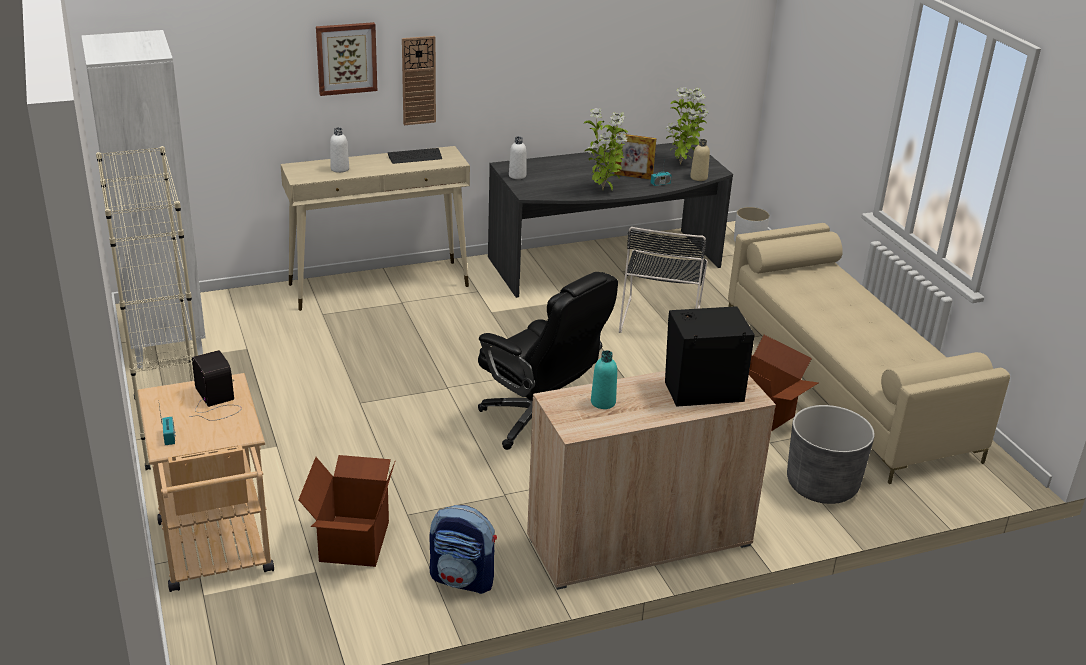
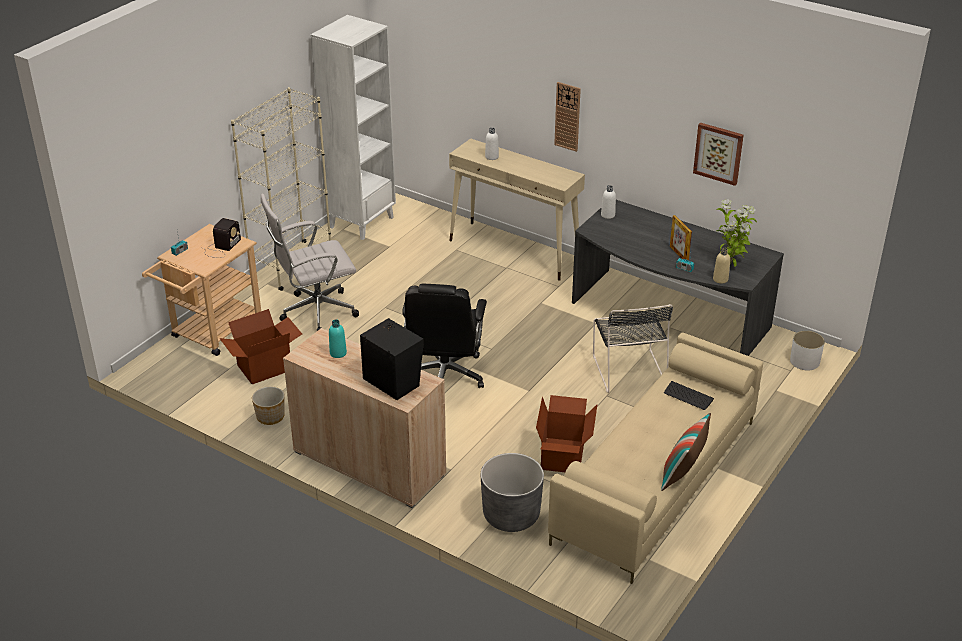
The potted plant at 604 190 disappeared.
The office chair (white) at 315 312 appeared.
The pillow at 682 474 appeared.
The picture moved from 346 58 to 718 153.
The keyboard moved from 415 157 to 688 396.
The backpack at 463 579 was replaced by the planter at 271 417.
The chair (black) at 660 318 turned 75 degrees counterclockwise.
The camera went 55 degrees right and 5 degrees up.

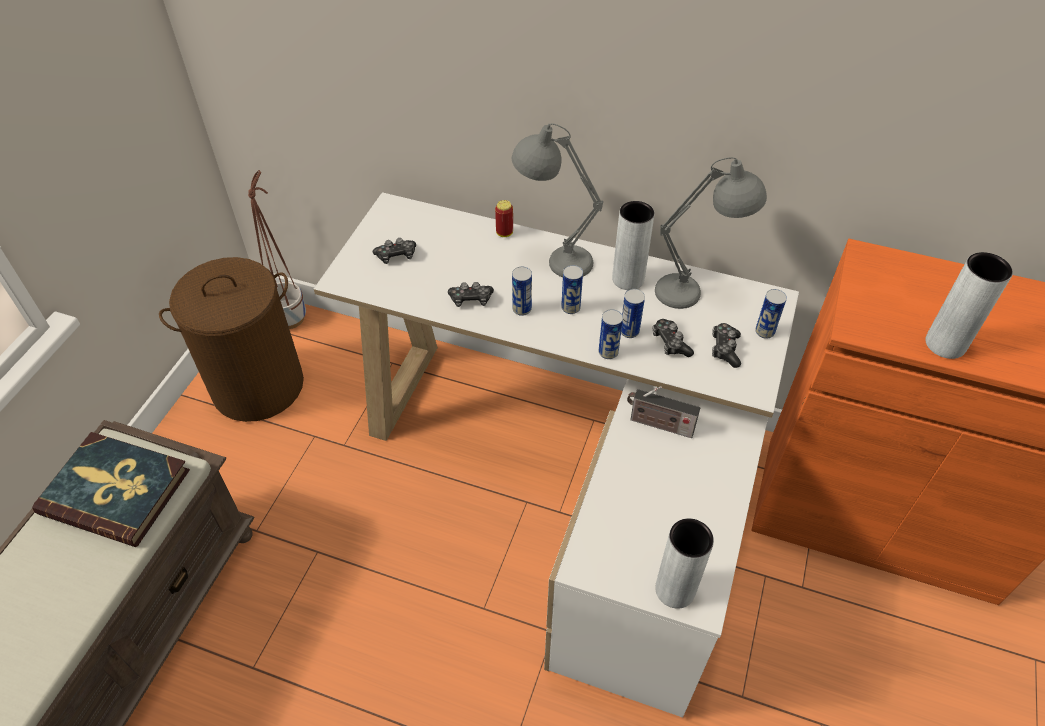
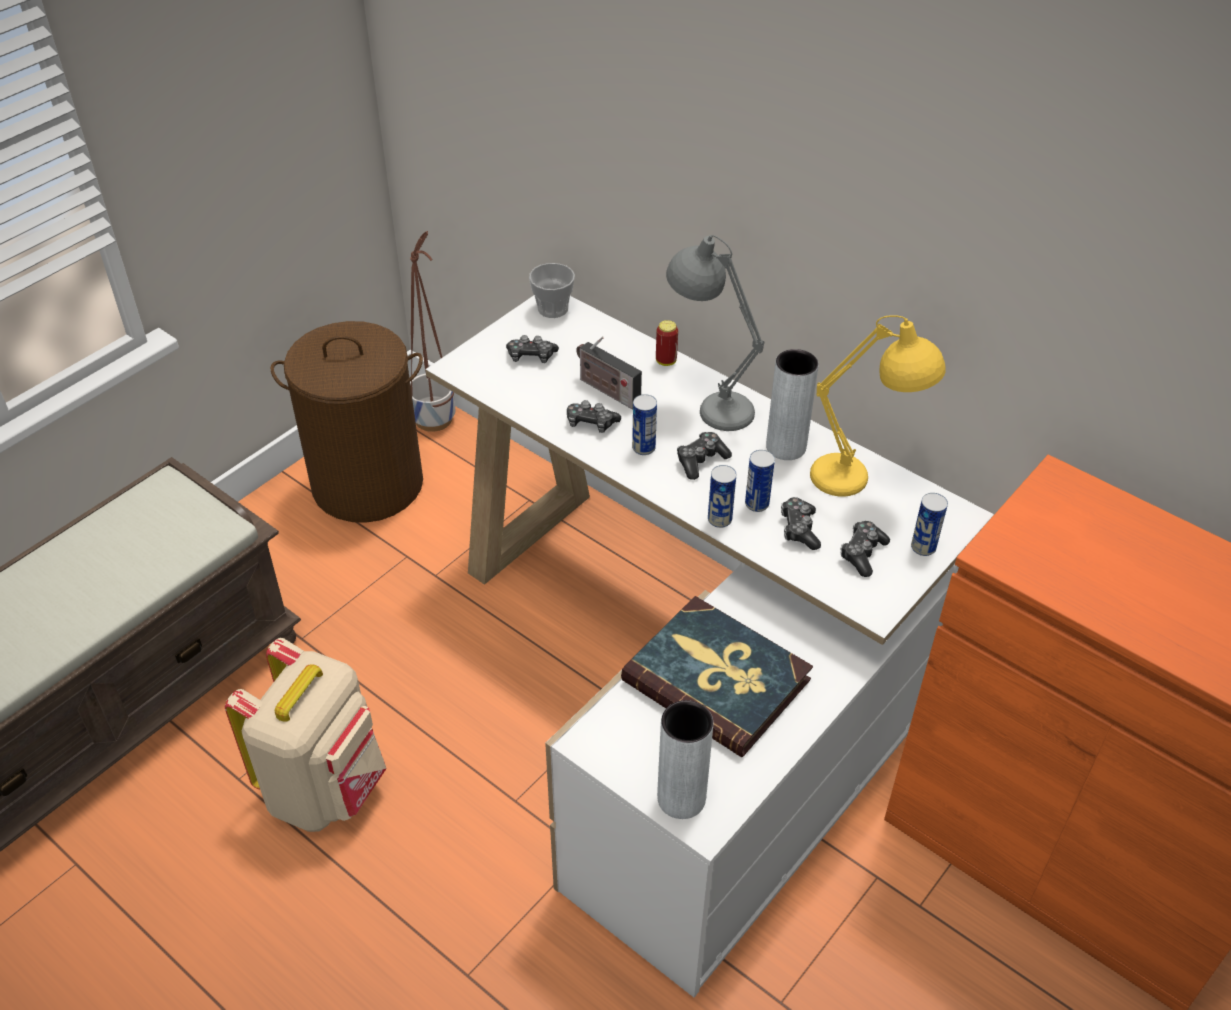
The vase (grey) at 945 344 disappeared.
The backpack (beige) at 326 788 appeared.
The cup at 553 309 appeared.
The book moved from 116 491 to 717 679.
The radio moved from 658 424 to 606 390.
The can at 570 307 was replaced by the game controller at 701 461.
The table lamp (grey) at 697 292 became the table lamp (yellow) at 863 483.
The camera went 20 degrees right and 5 degrees down.

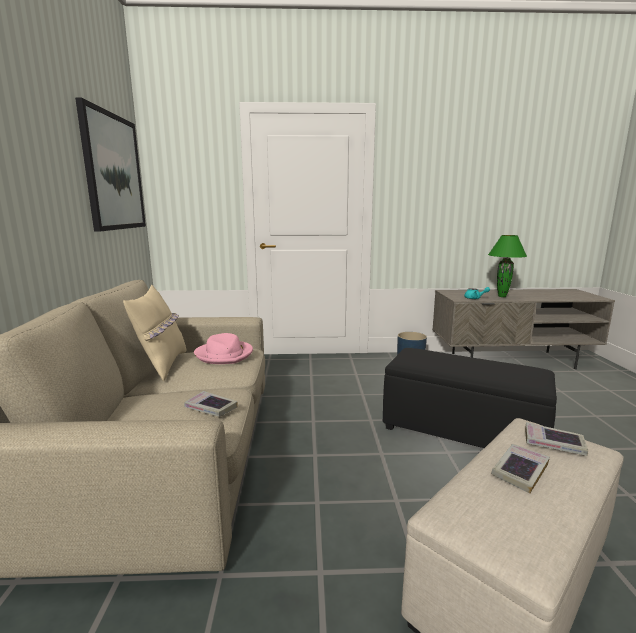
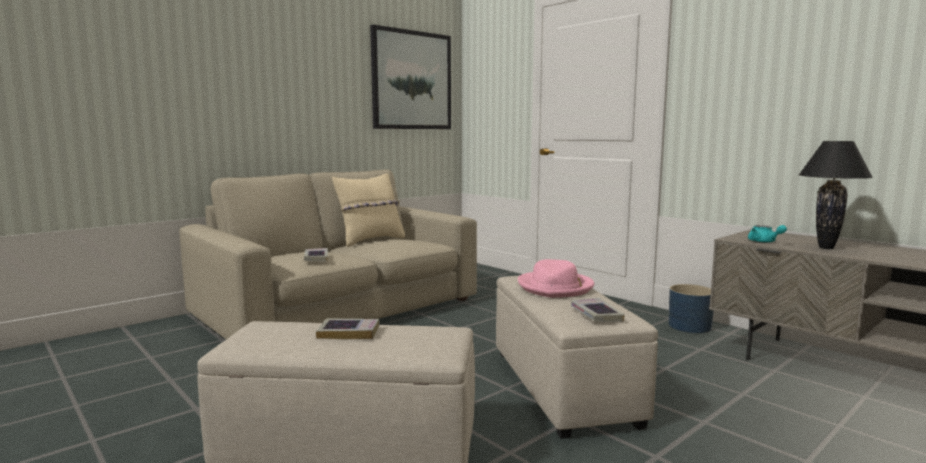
The hat (pink) moved from 224 355 to 555 287.
The book moved from 553 443 to 596 315.
The ottoman (black) at 463 432 became the ottoman (beige) at 563 387.
The table lamp (green) at 502 296 became the table lamp (black) at 826 248.
The camera went 50 degrees right and 5 degrees down.

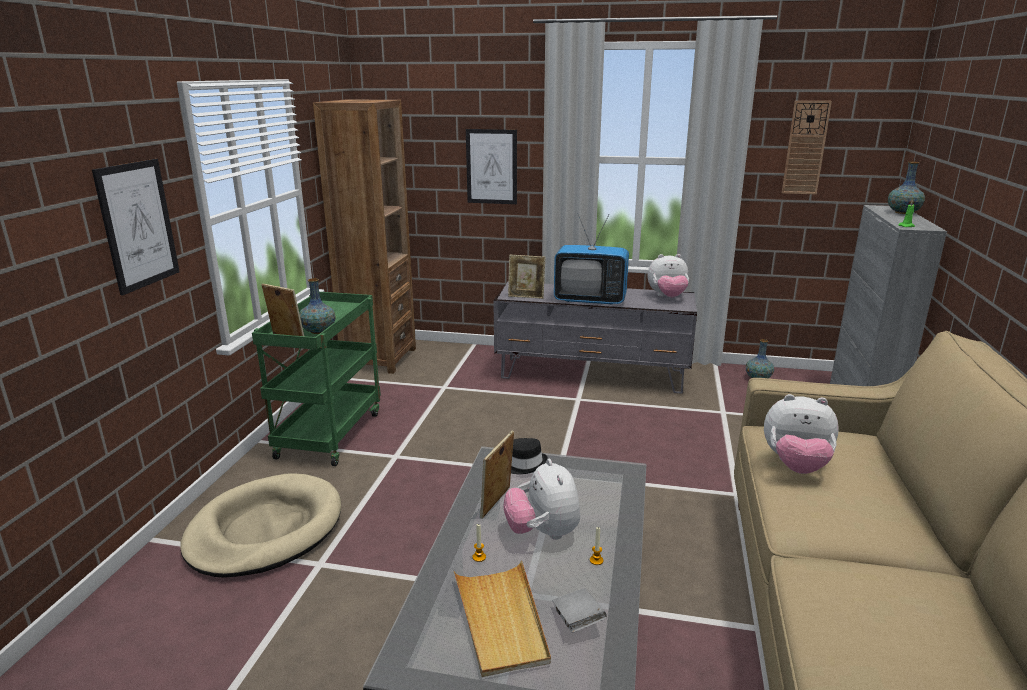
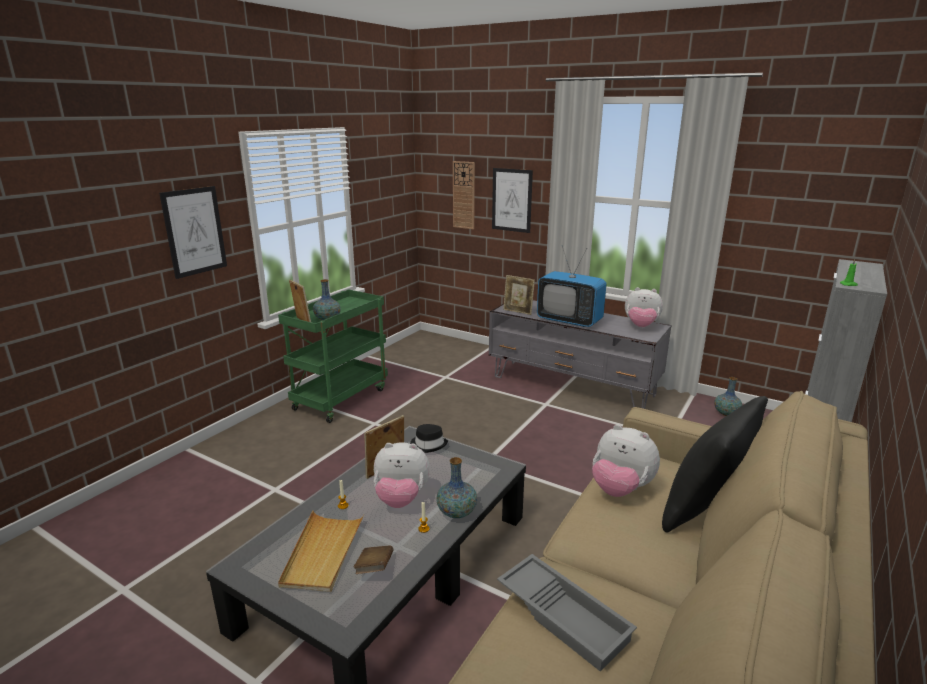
The dog bed (beige) at 265 530 disappeared.
The bookcase (brown) at 379 358 disappeared.
The tray (grey) at 565 615 appeared.
The pillow (black) at 705 510 appeared.
The wall clock moved from 805 148 to 464 195.
The vase moved from 903 212 to 456 512.
The book (grey) at 578 621 became the book (brown) at 374 568.
The plush toy at 542 533 turned 90 degrees counterclockwise.
The camera went 20 degrees right and 0 degrees up.

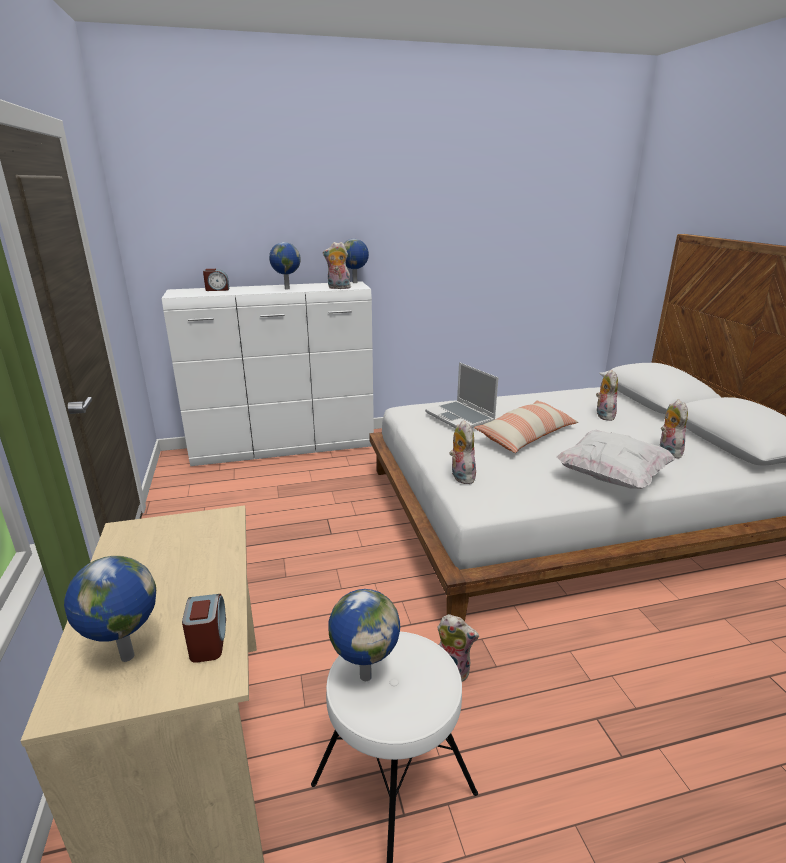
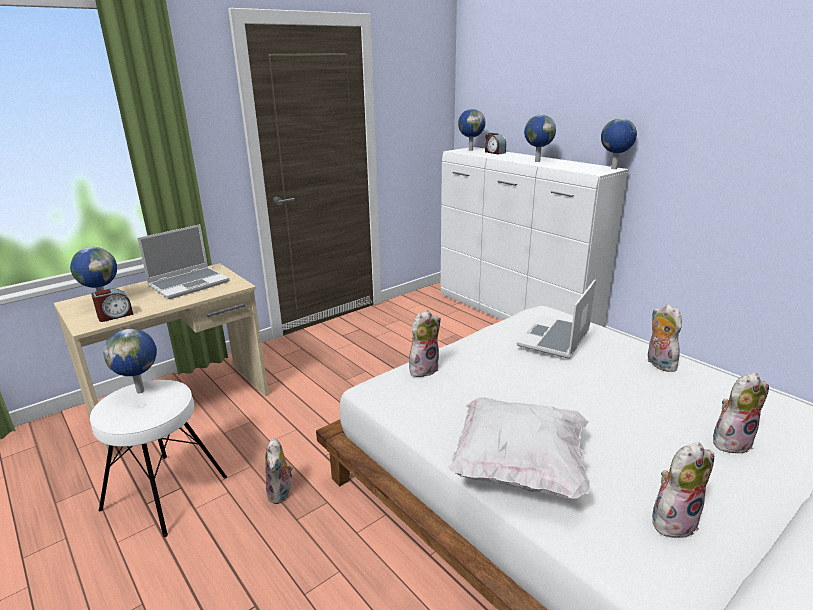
The pillow at 526 436 disappeared.
The laptop at 189 284 appeared.
The globe at 470 150 appeared.
The plush toy moved from 338 288 to 658 364.
The camera went 65 degrees right and 0 degrees up.

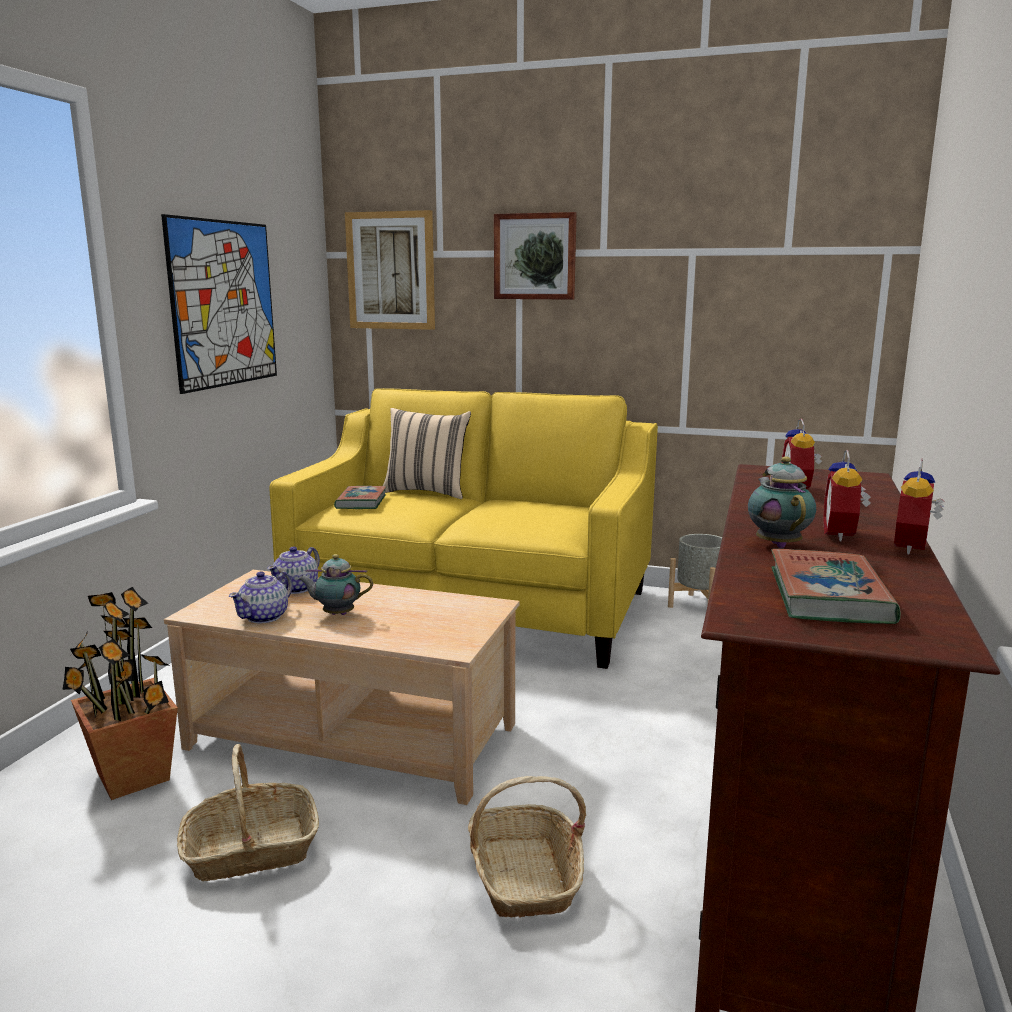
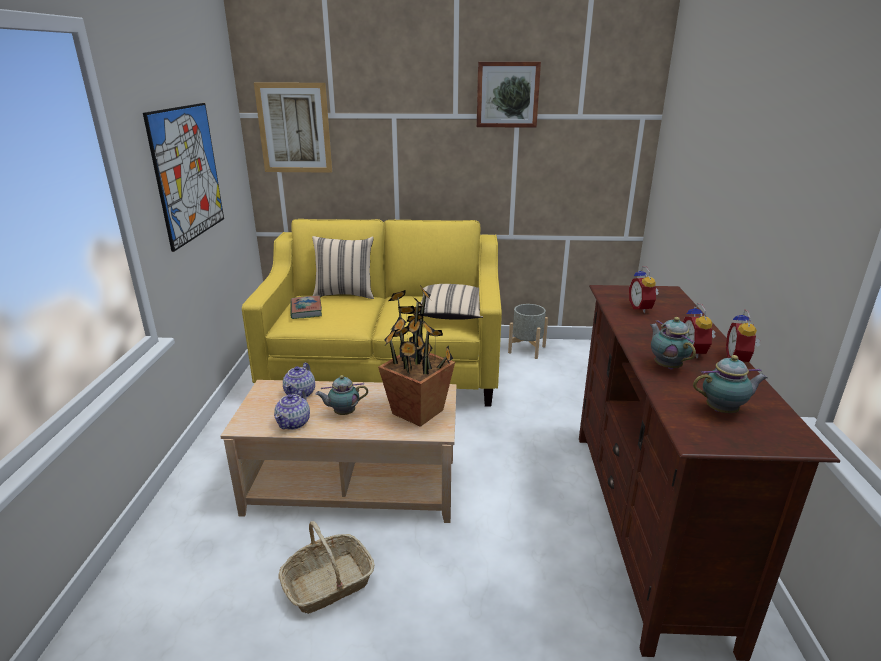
The basket at 524 876 disappeared.
The pillow (beige) at 450 315 appeared.
The potted plant moved from 132 778 to 417 412.
The picture moved from 535 256 to 507 94.
The book at 828 596 was replaced by the teapot at 724 411.
The camera went 15 degrees left and 10 degrees up.

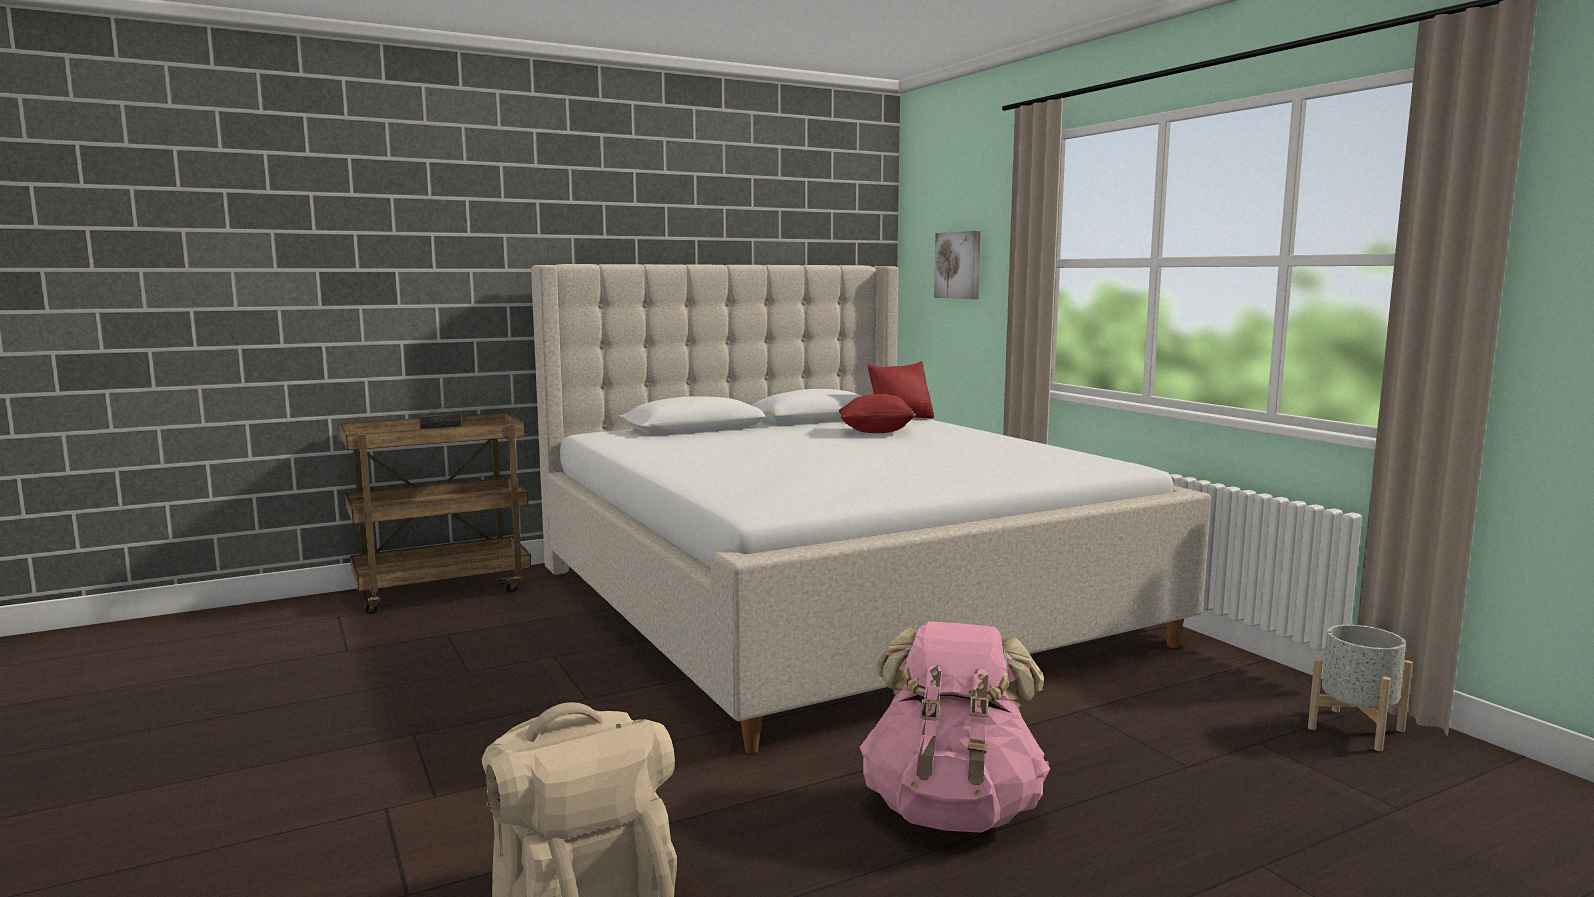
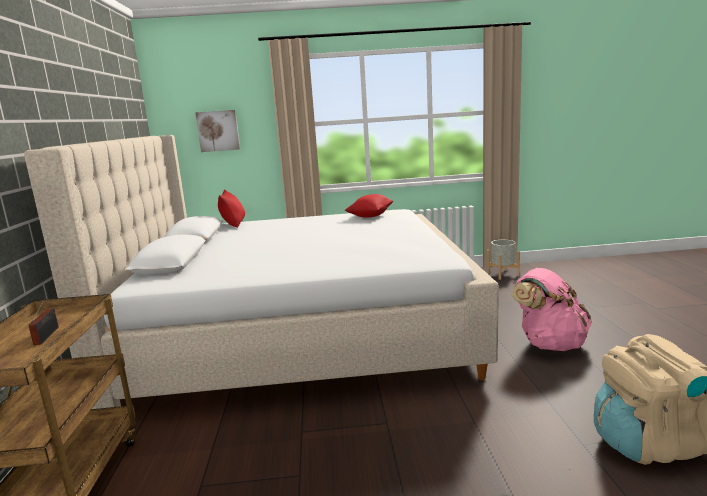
The pillow (red) moved from 876 432 to 370 216.
The camera went 65 degrees left and 5 degrees up.

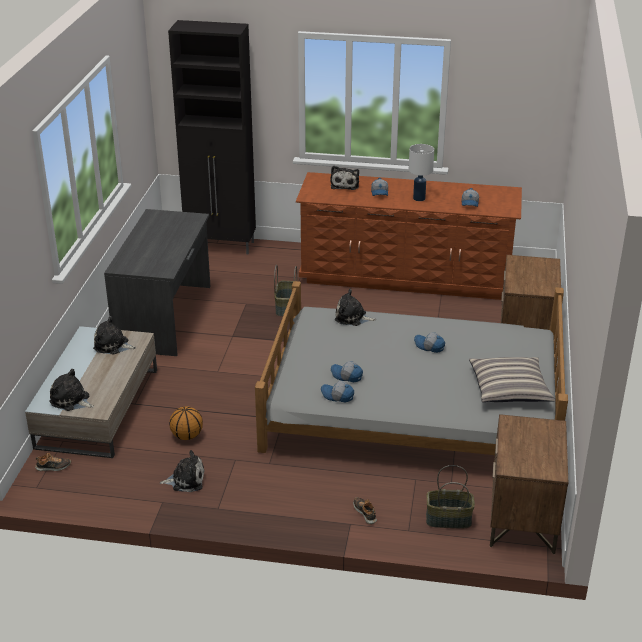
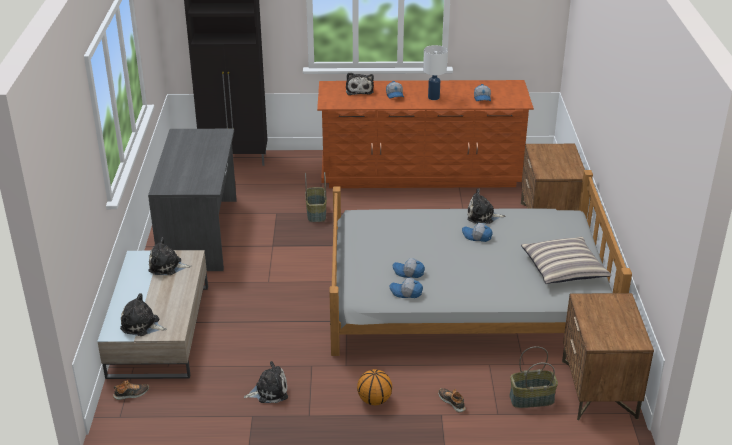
The basketball moved from 186 436 to 374 400.
The plush toy moved from 352 318 to 482 216.
The camera went 10 degrees left and 0 degrees up.

